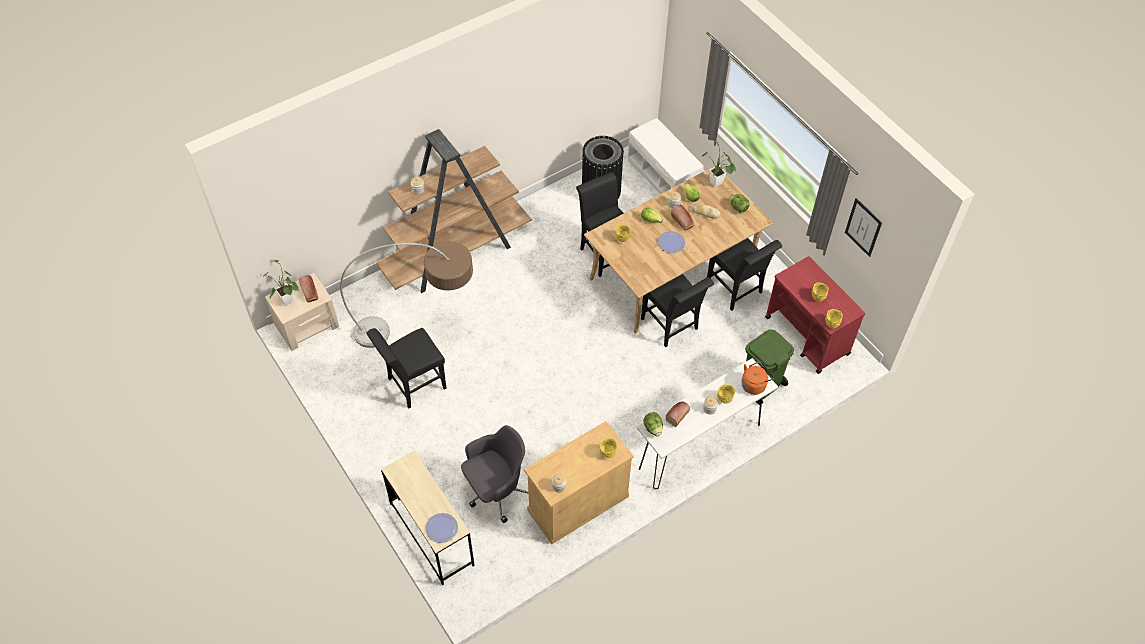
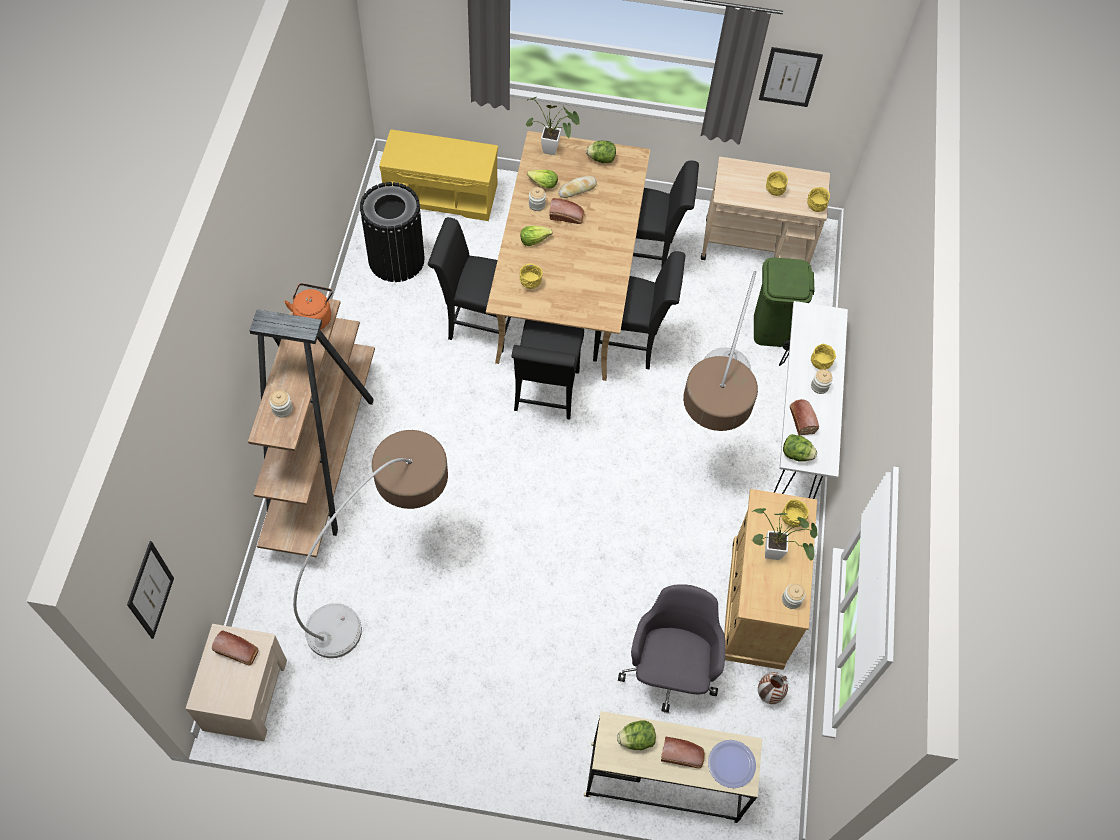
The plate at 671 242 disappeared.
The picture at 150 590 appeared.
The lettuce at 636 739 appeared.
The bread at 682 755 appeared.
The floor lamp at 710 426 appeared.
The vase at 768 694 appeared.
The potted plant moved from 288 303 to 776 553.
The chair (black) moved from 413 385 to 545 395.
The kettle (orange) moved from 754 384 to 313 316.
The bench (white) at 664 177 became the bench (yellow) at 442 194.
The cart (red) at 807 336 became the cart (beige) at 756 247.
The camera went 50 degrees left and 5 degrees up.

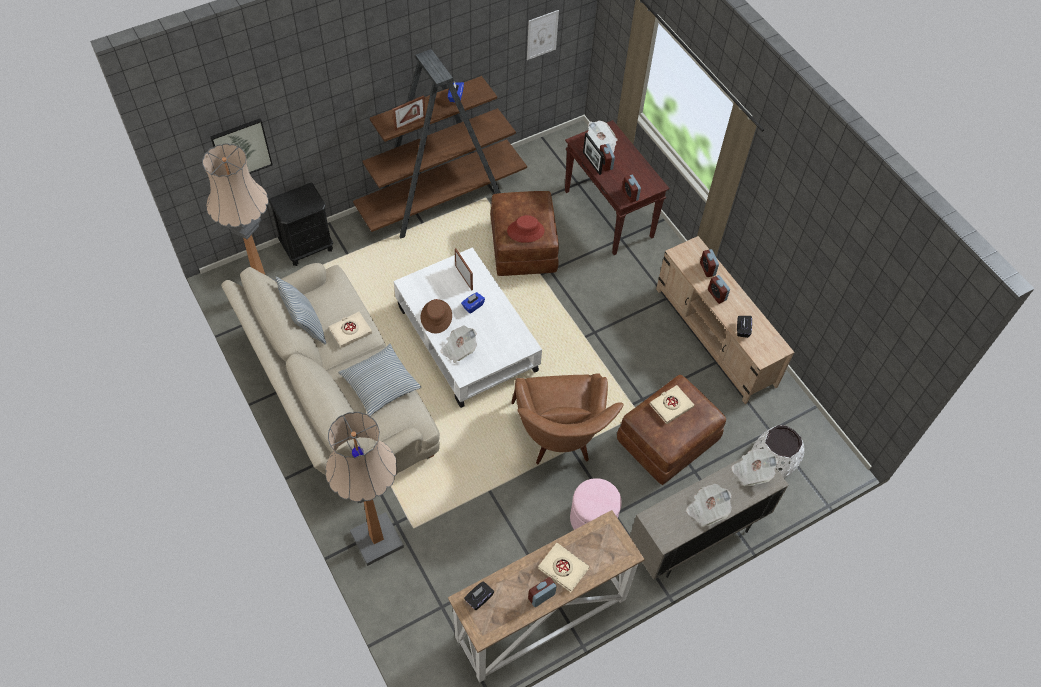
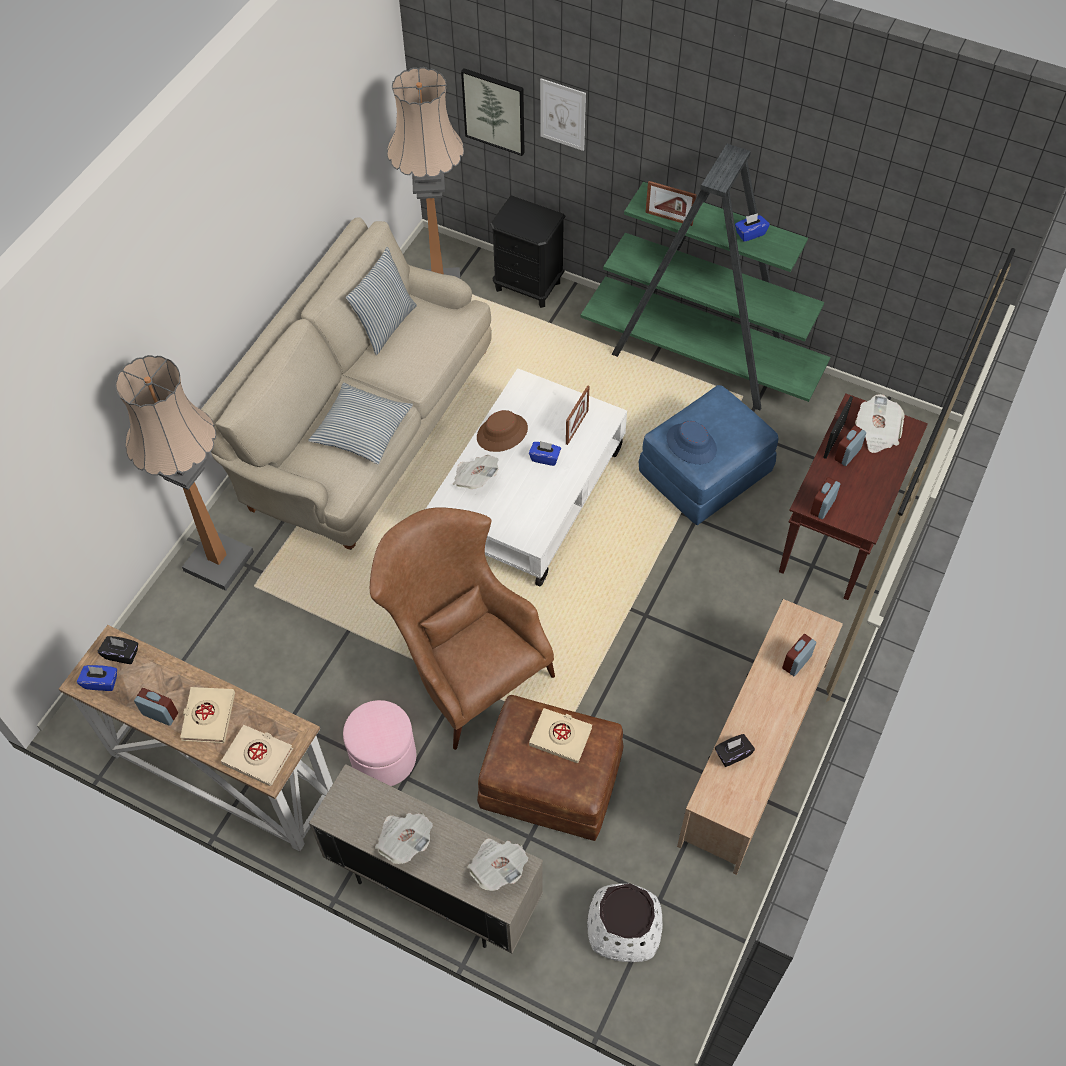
The alarm clock at 716 295 disappeared.
The tissue box (blue) at 101 682 appeared.
The book (beige) moved from 350 331 to 258 756.
The picture moved from 542 35 to 562 114.
The bookcase (brown) at 442 199 became the bookcase (green) at 701 358.
The ottoman (brown) at 522 247 became the ottoman (blue) at 705 472.
The hat (red) at 525 231 became the hat (blue) at 691 444.
The armchair (brown) at 560 441 turned 90 degrees clockwise.
The camera went 60 degrees right and 0 degrees up.

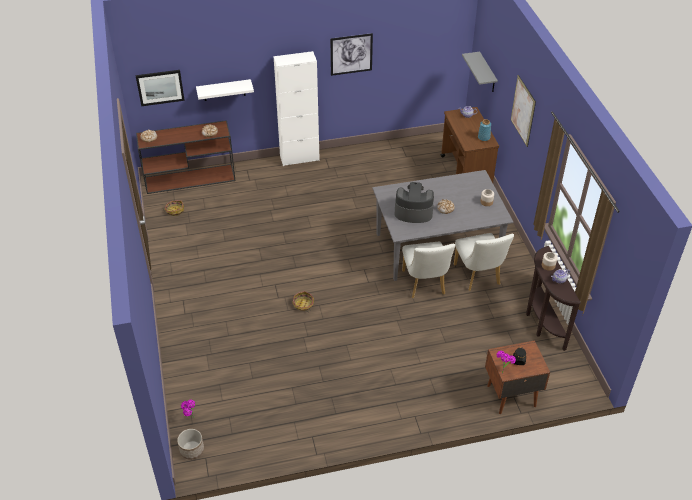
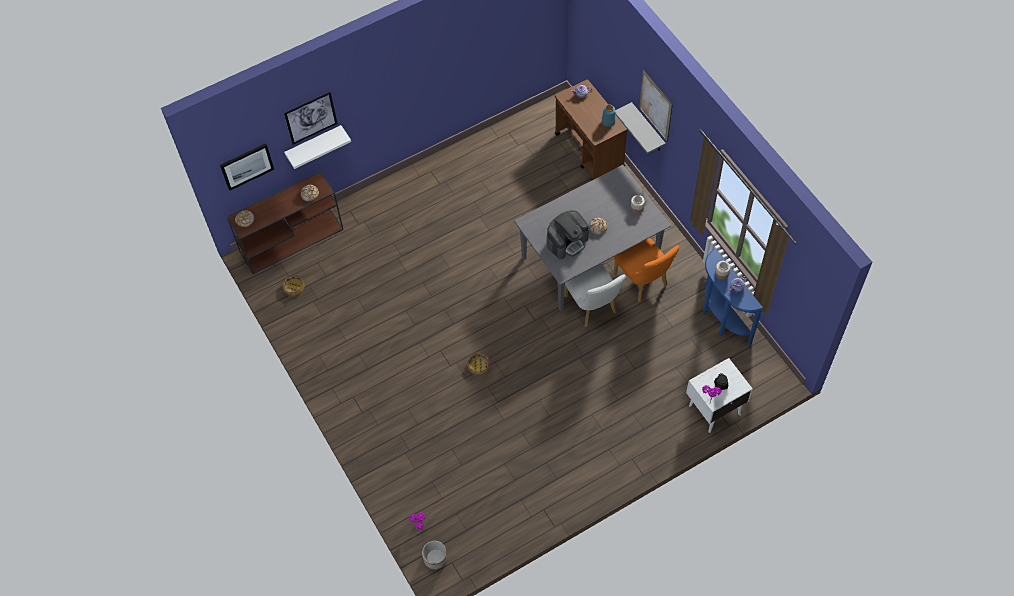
The cabinet (white) at 299 158 disappeared.
The picture moved from 351 54 to 311 118.
The shelf (grey) moved from 487 73 to 647 128.
The chair (white) at 478 277 became the chair (orange) at 643 282.
The nightstand (brown) at 510 395 became the nightstand (white) at 713 409.
The console table (brown) at 542 323 became the console table (blue) at 721 320.
The coffee machine at 413 212 turned 150 degrees clockwise.
The camera went 15 degrees left and 15 degrees up.

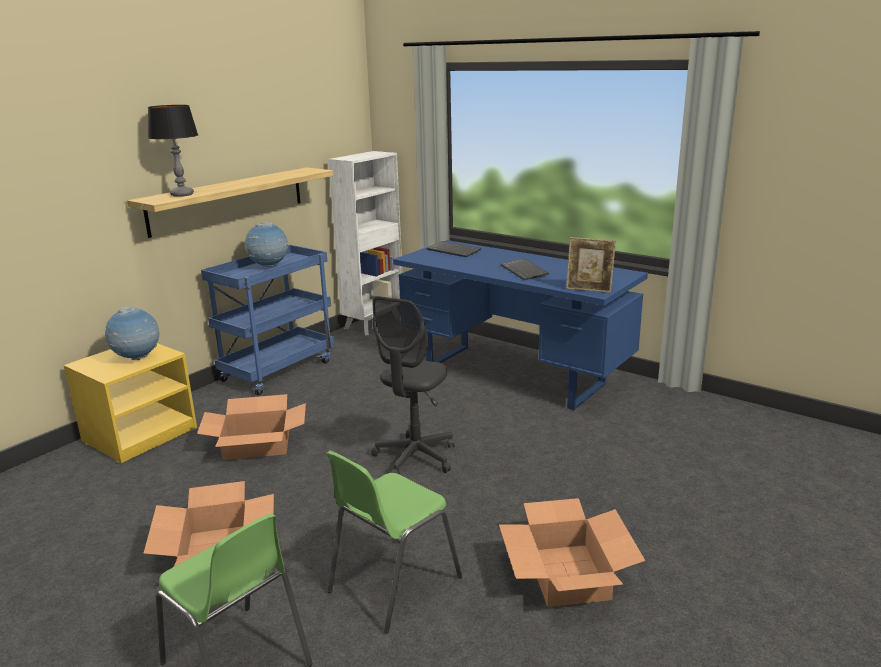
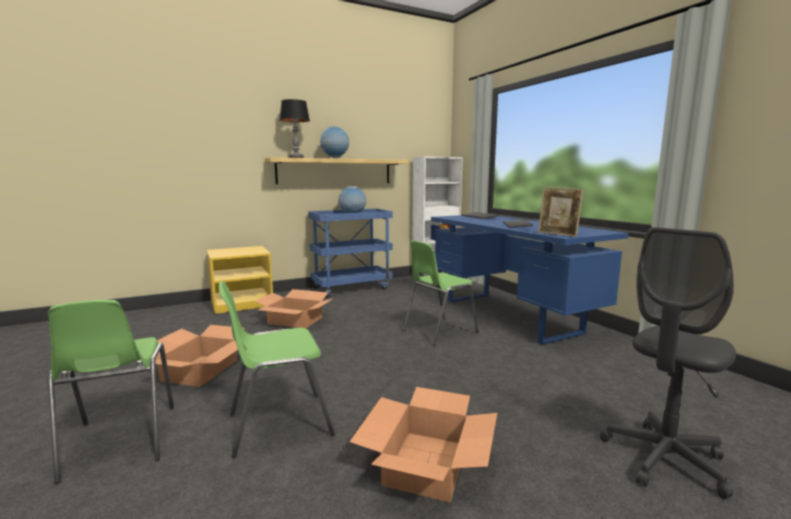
The chair (green) at 439 331 appeared.
The globe moved from 137 359 to 335 158.
The office chair (grey) moved from 415 457 to 664 459.
The camera went 25 degrees right and 10 degrees down.

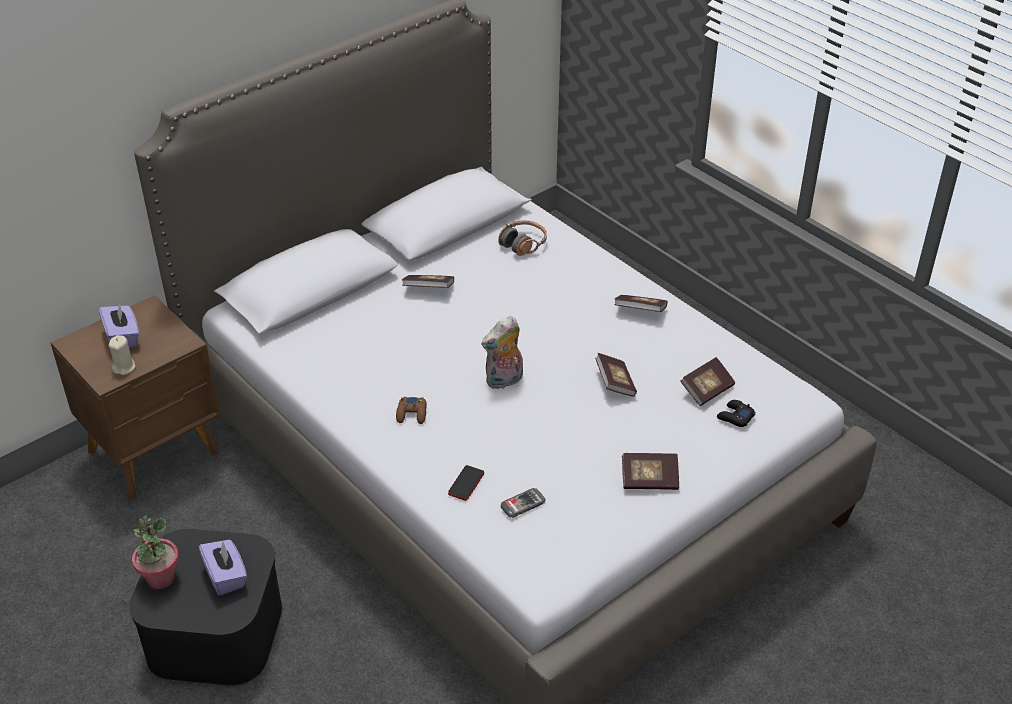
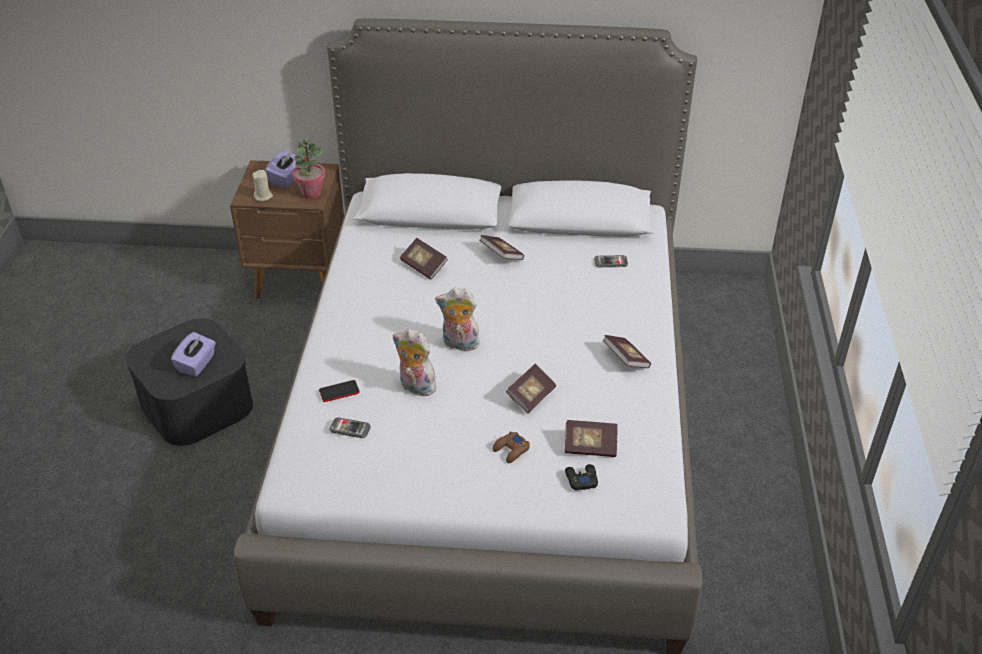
The plush toy at 415 387 appeared.
The potted plant moved from 160 578 to 311 193.
The game controller (brown) moved from 412 414 to 511 450.
The book moved from 649 480 to 424 266.
The headphones at 523 244 was replaced by the phone at 611 262.
The camera went 45 degrees right and 0 degrees up.

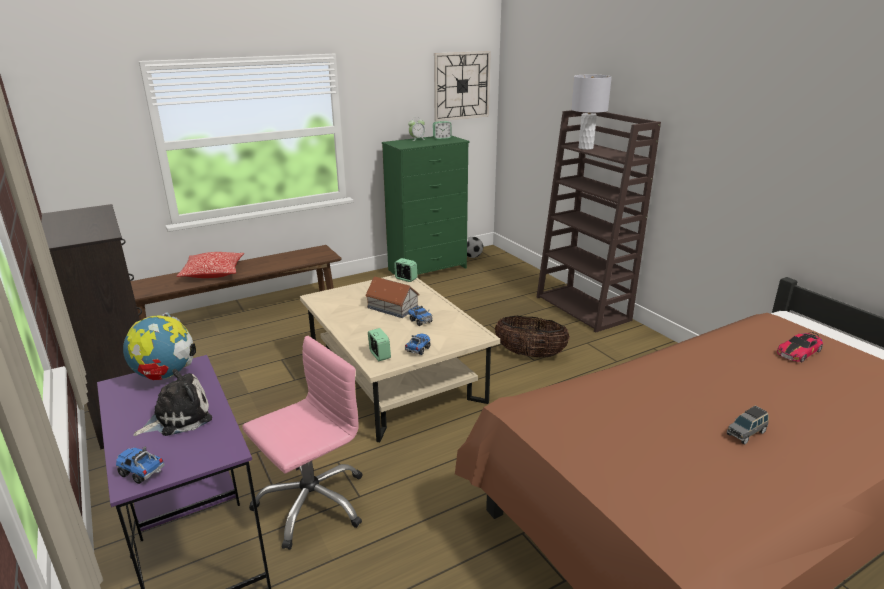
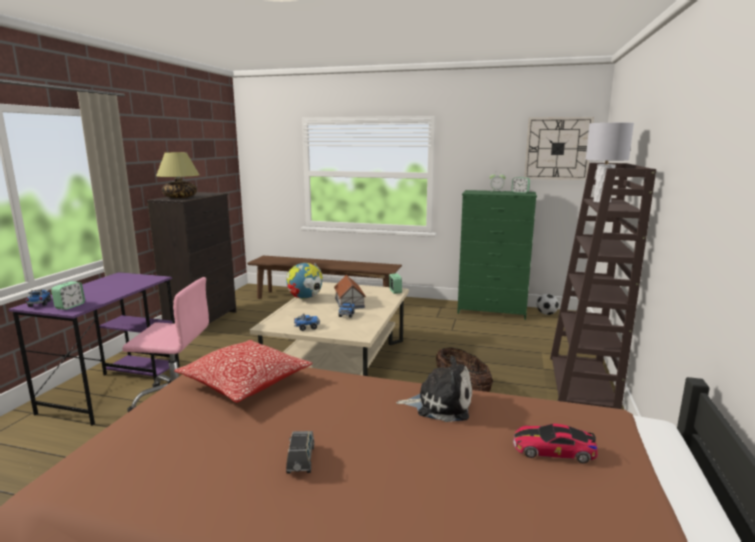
The table lamp at 180 197 appeared.
The globe moved from 165 375 to 305 298.
The plush toy moved from 178 417 to 440 404.
The pillow moved from 213 273 to 245 383.
The alarm clock moved from 379 355 to 70 306.
The toy car (grey) at 746 433 turned 75 degrees clockwise.
The camera went 45 degrees right and 10 degrees down.

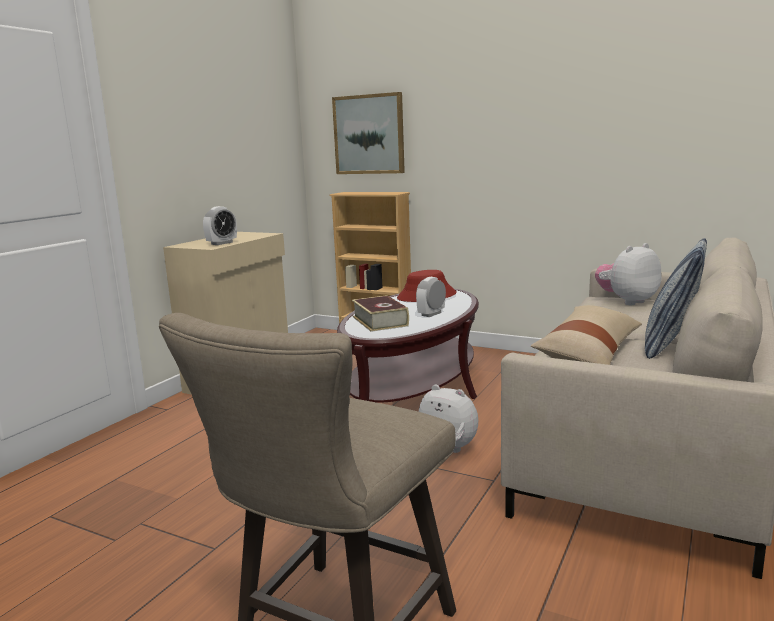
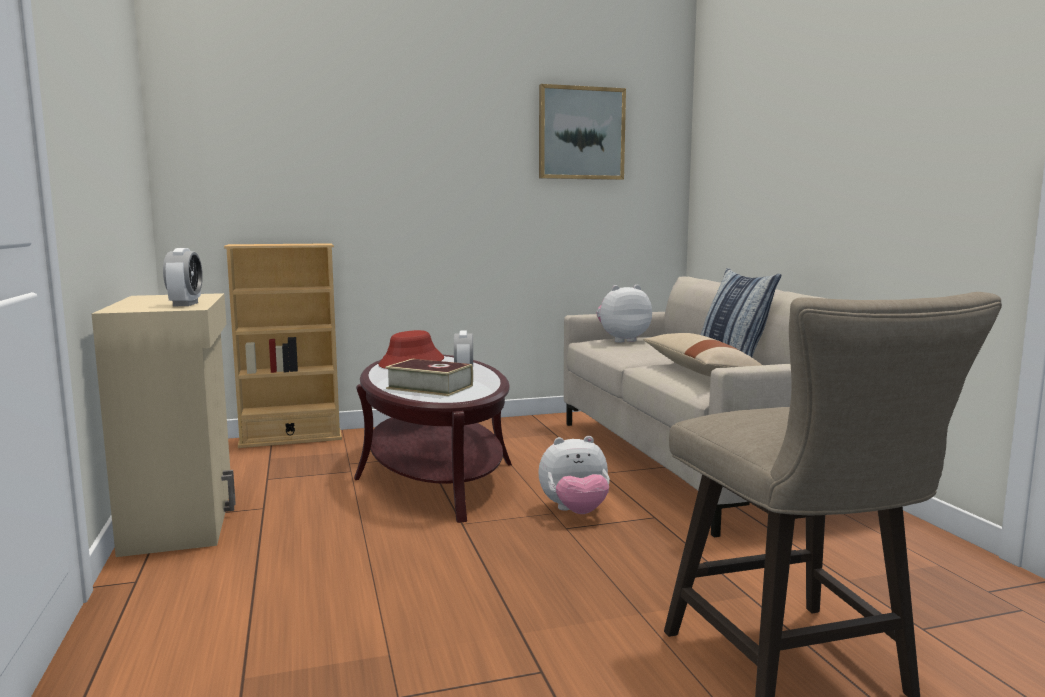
The picture moved from 369 134 to 581 133.
The plush toy at 627 301 turned 60 degrees clockwise.
The camera went 45 degrees left and 5 degrees down.

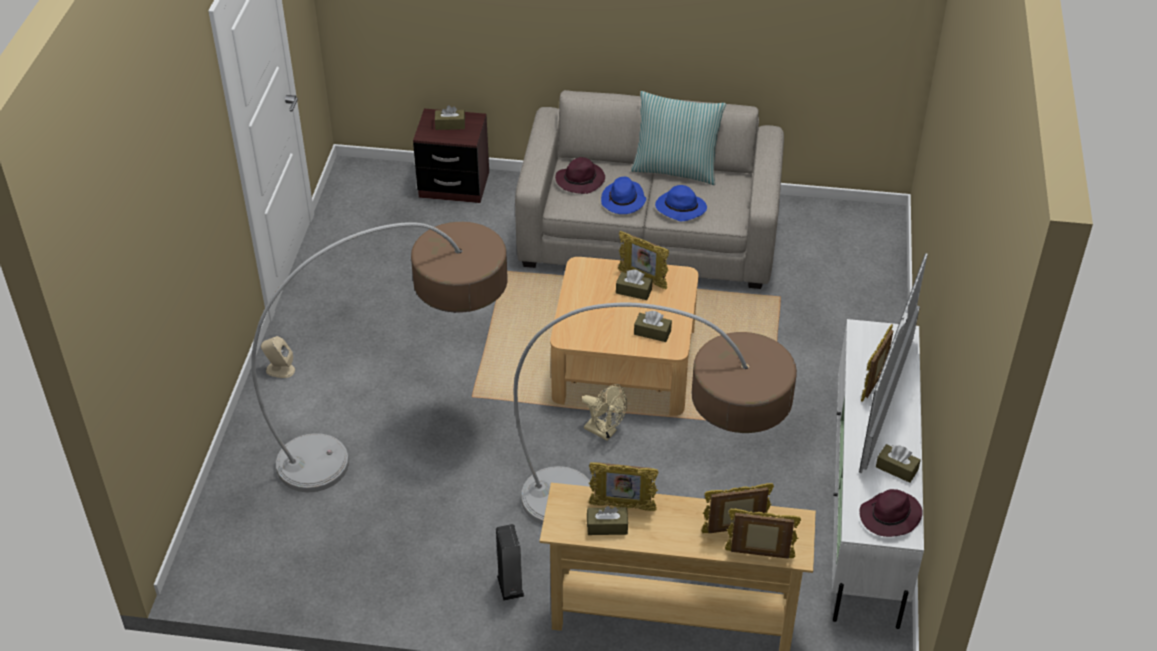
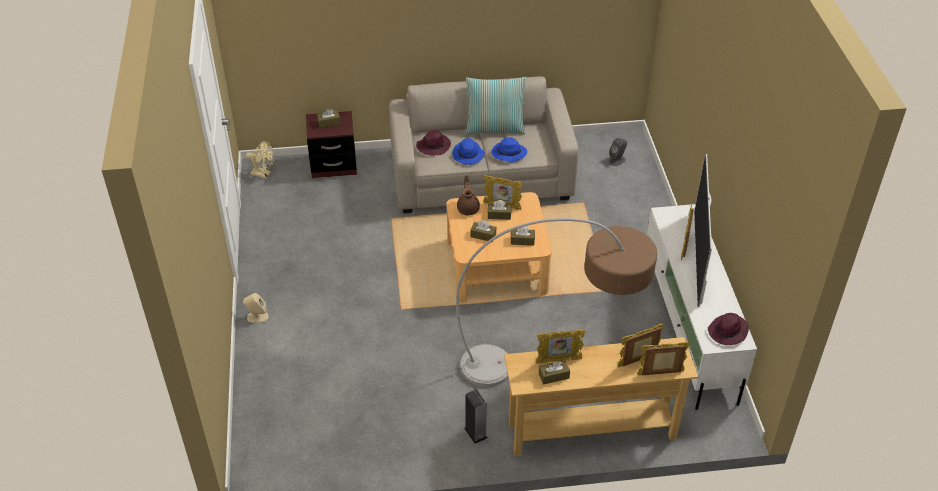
The floor lamp at 406 434 disappeared.
The teapot (brown) at 468 208 appeared.
The speaker (grey) at 617 160 appeared.
The fan (beige) moved from 604 432 to 263 174.
The tissue box (brown) moved from 896 468 to 483 235.
The camera went 15 degrees left and 0 degrees up.

